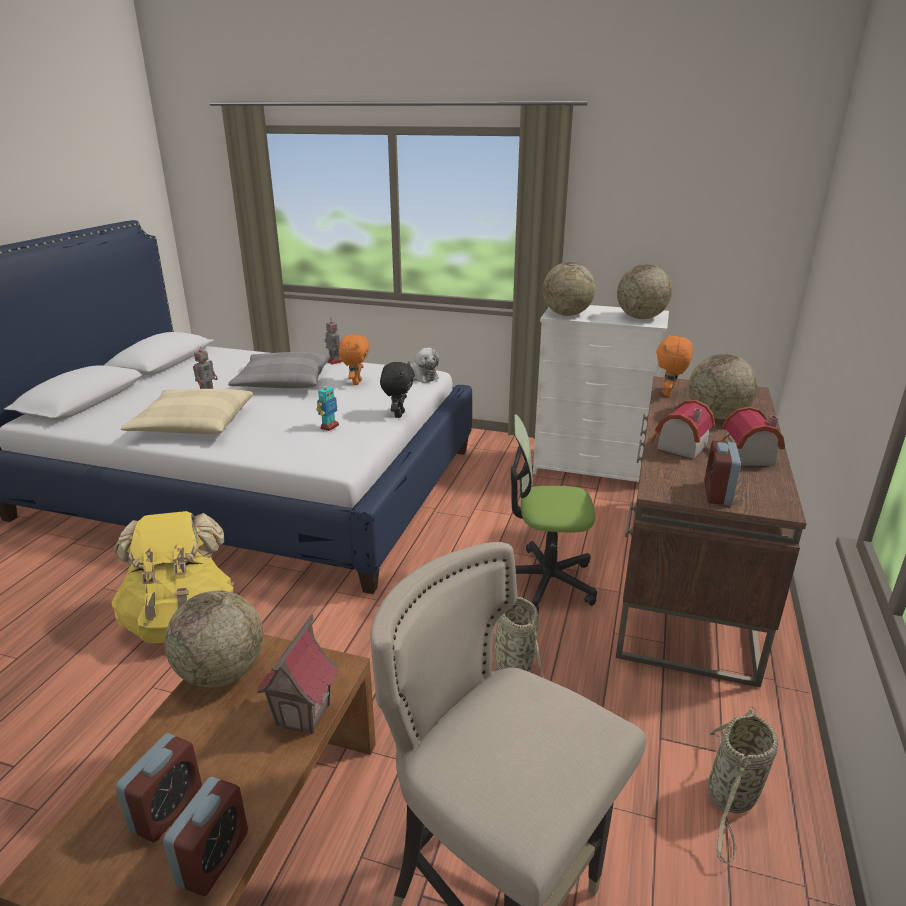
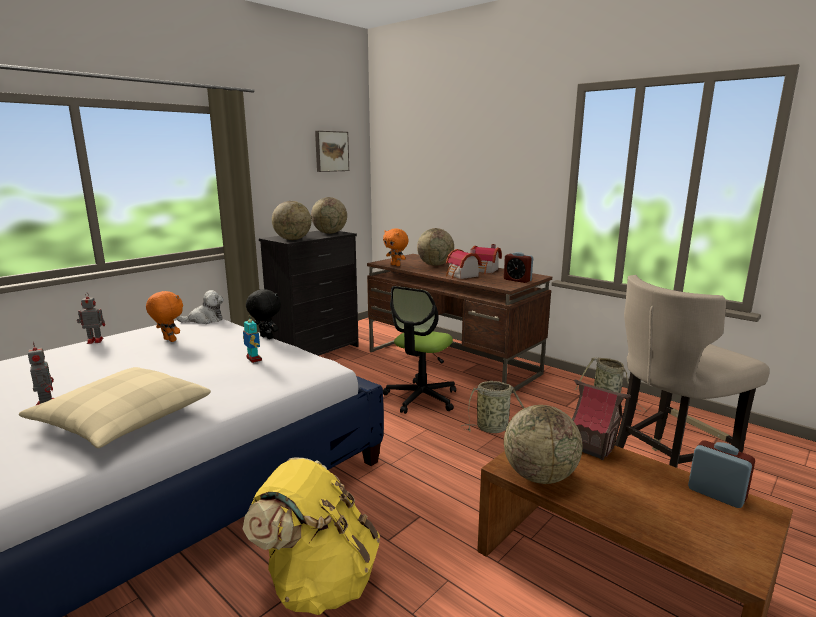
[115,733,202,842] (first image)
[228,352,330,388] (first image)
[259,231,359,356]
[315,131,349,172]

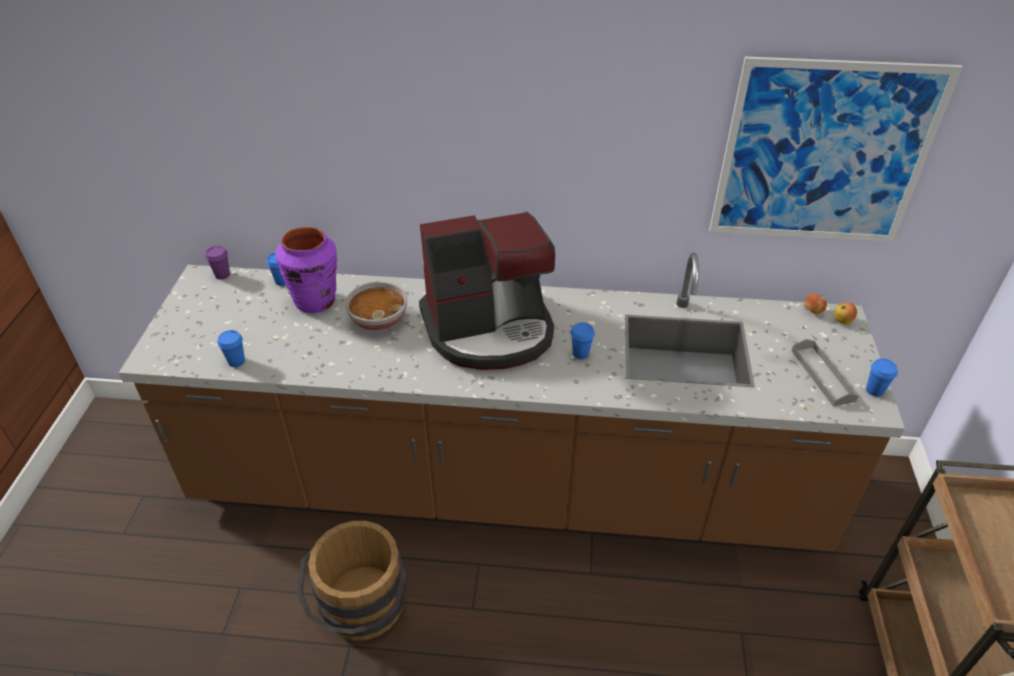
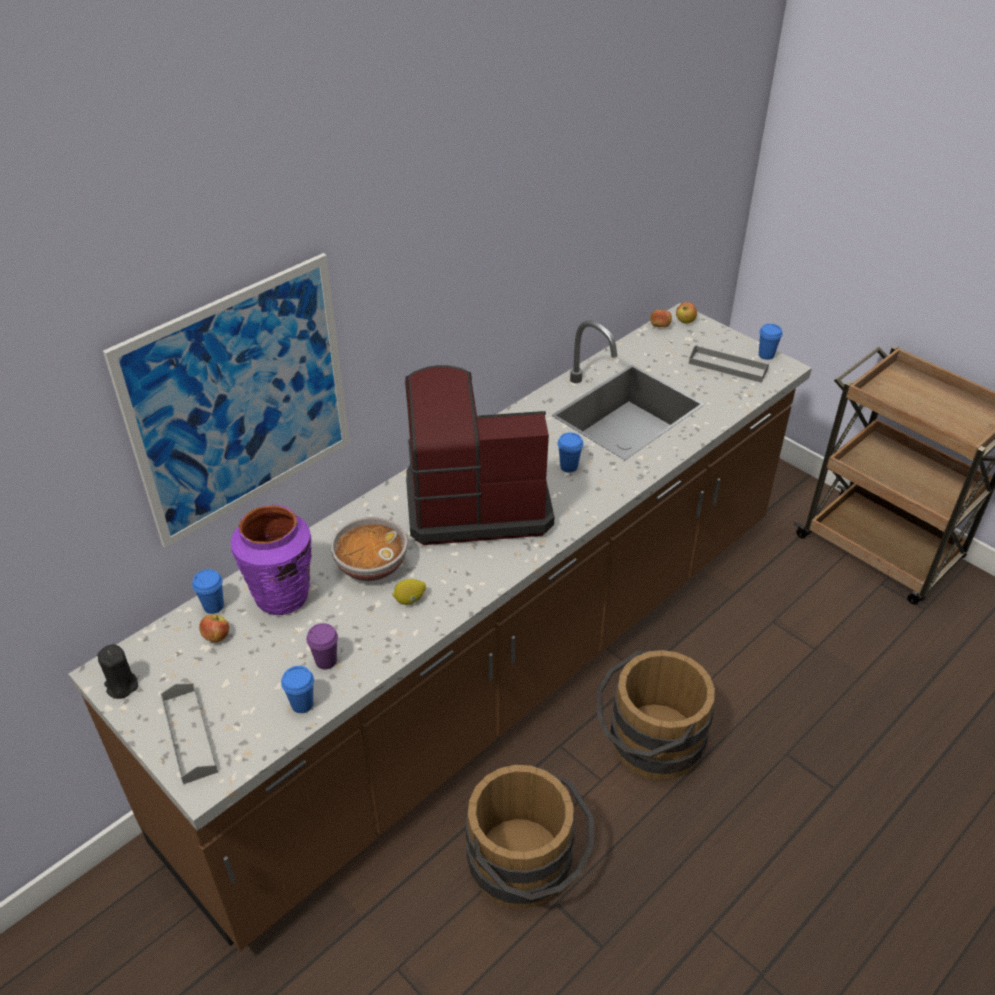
[306,623,338,670]
[405,365,555,545]
[103,253,350,548]
[97,644,138,699]
[161,683,218,784]
[199,614,229,642]
[392,579,426,605]
[597,650,715,781]

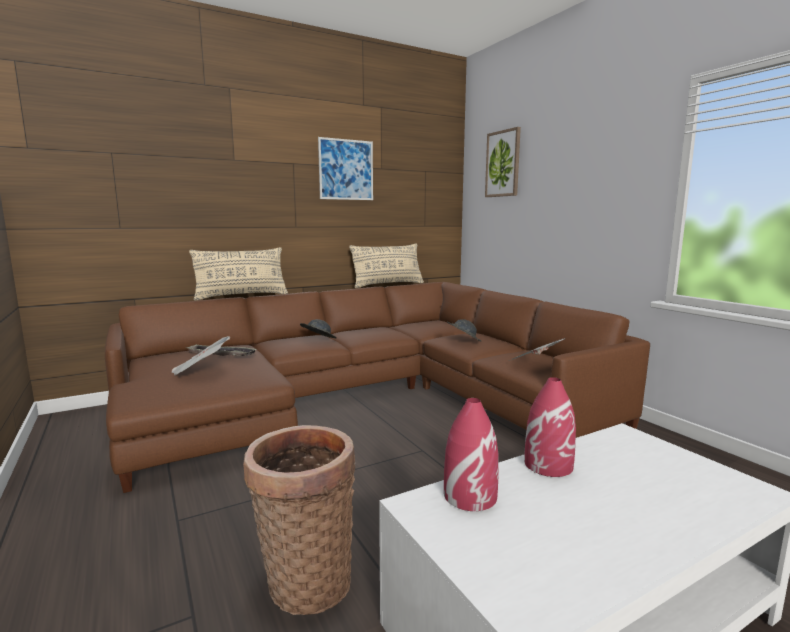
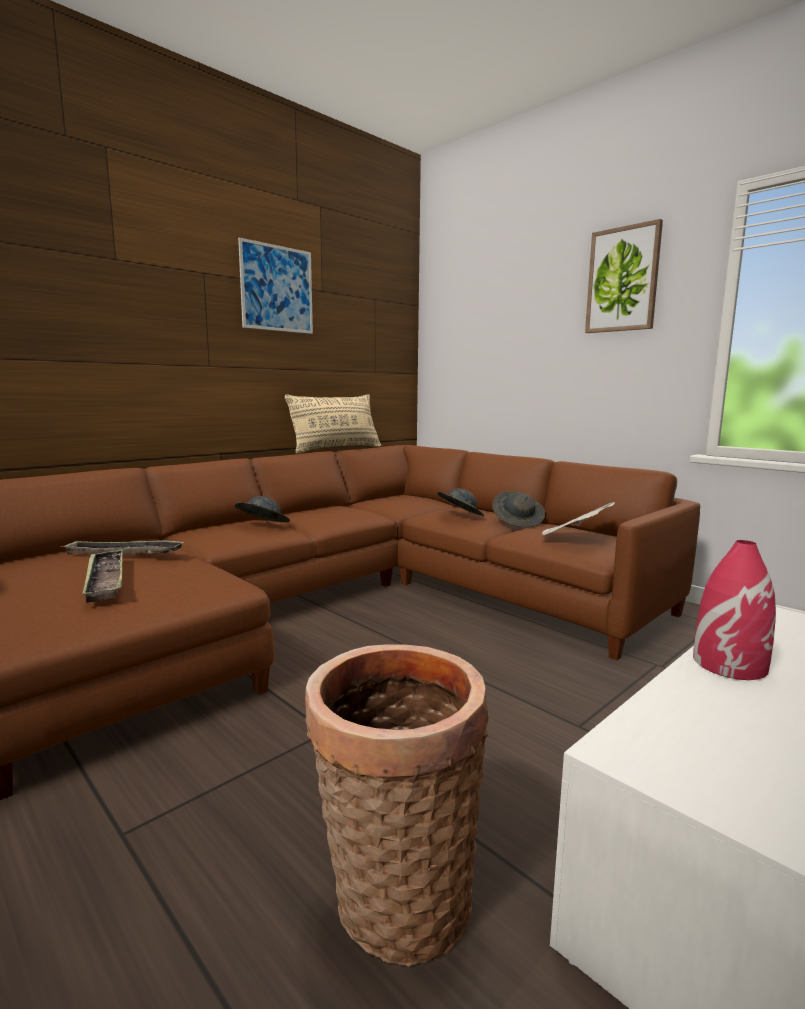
[82,549,123,603]
[189,247,288,300] (first image)
[444,398,499,511] (first image)
[585,219,663,333]
[492,491,545,527]

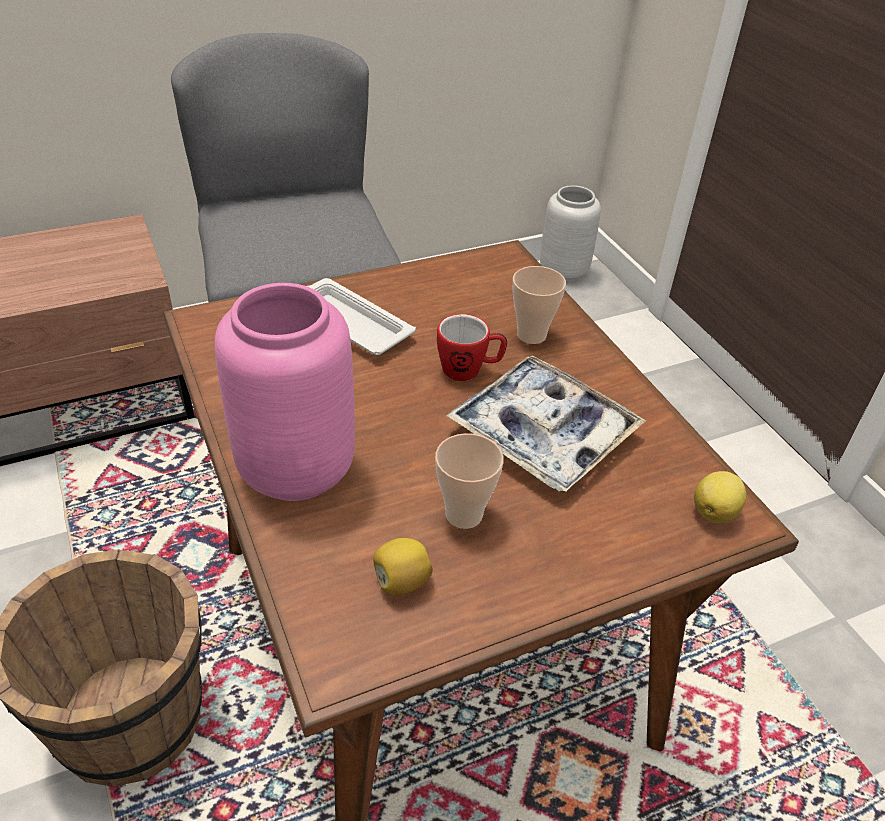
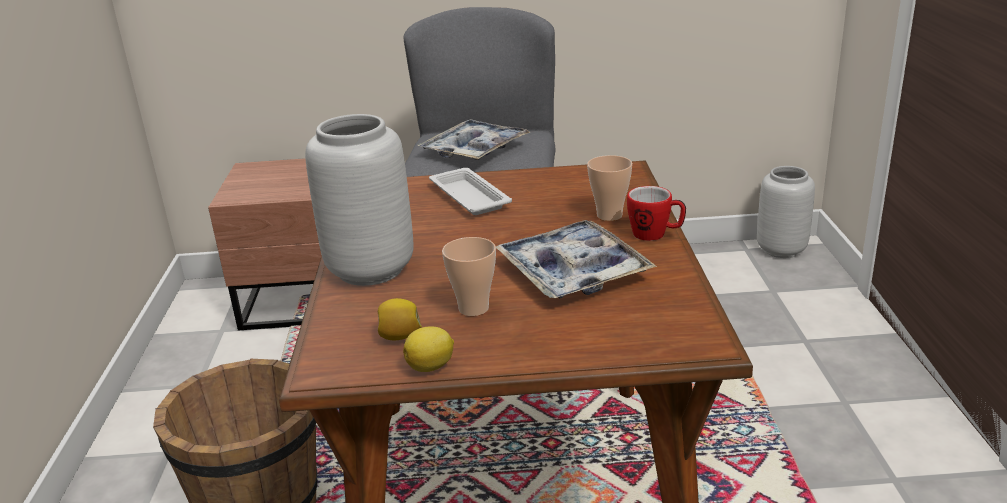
[305,114,414,286]
[627,186,686,241]
[403,327,454,372]
[418,119,530,160]

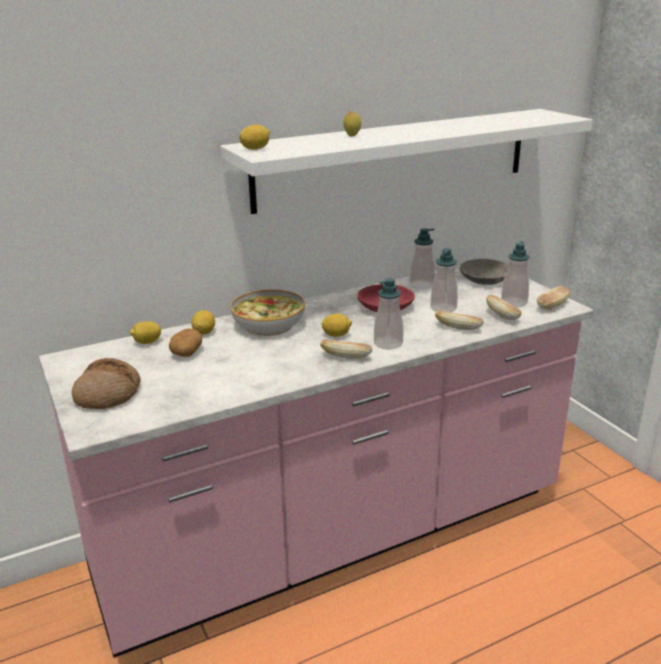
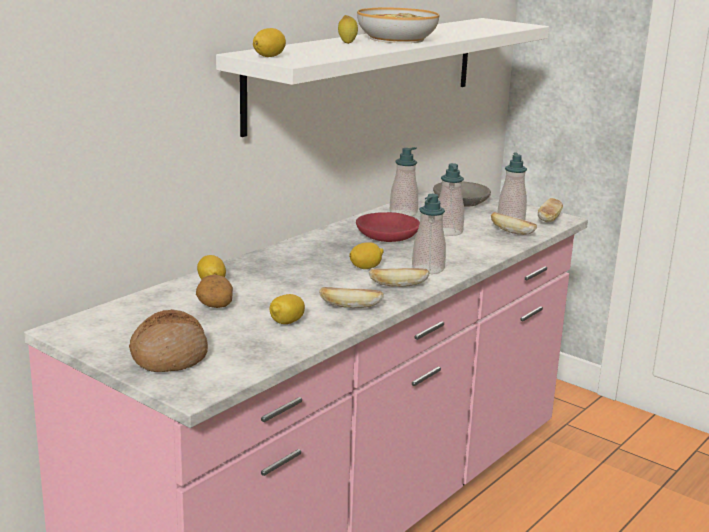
[270,294,305,324]
[357,8,439,43]
[319,287,383,308]

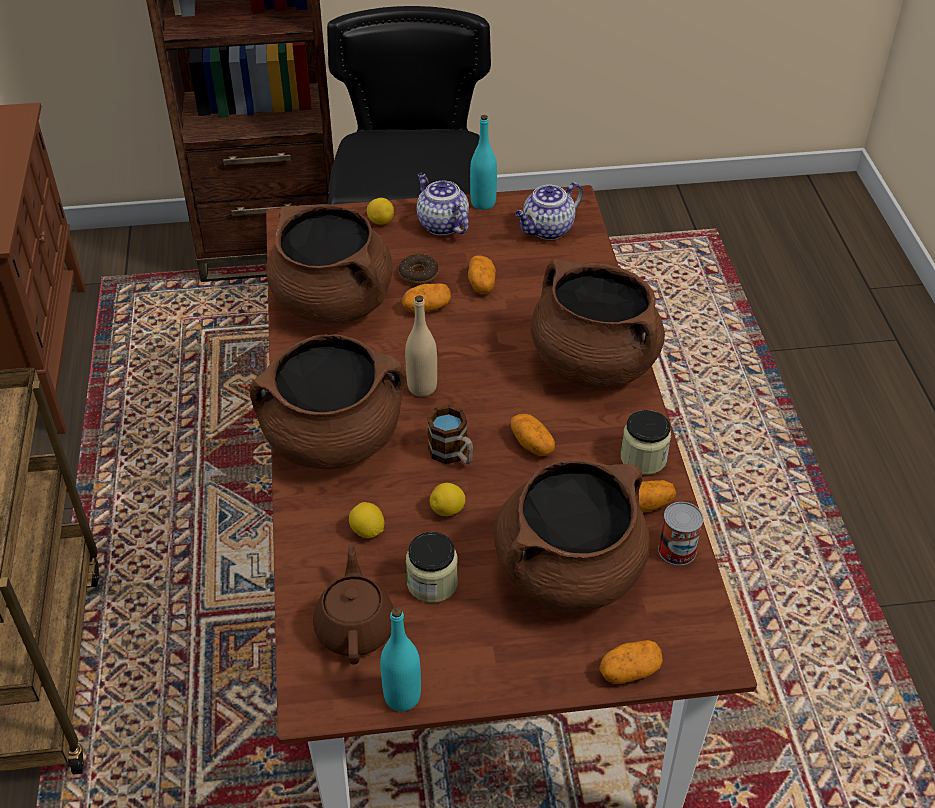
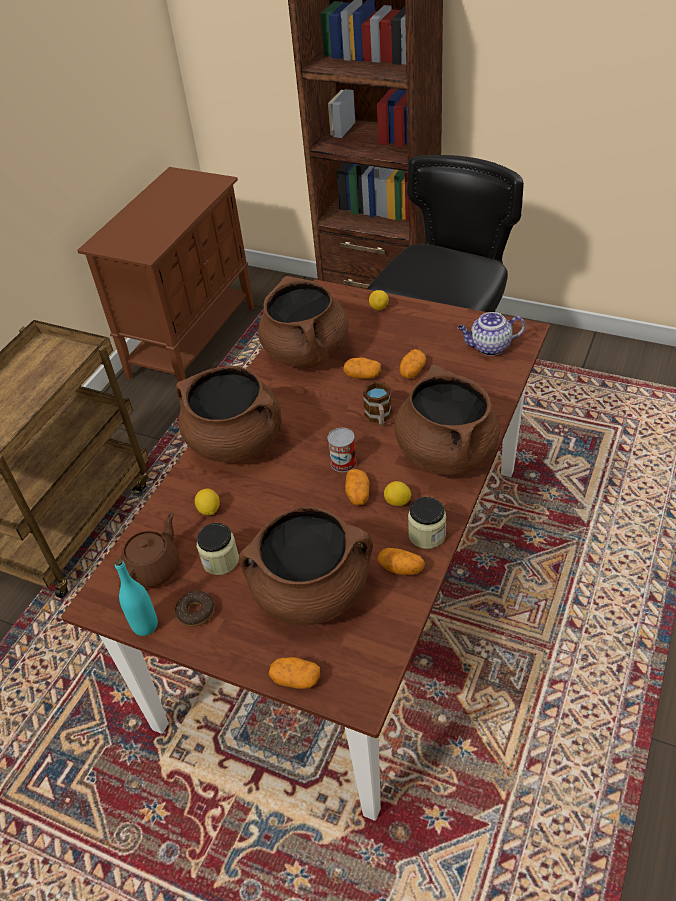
[175,591,214,627]
[405,295,437,397] (first image)
[416,173,469,235] (first image)
[363,381,392,426]
[384,481,411,506]
[470,115,497,210] (first image)
[328,428,357,472]

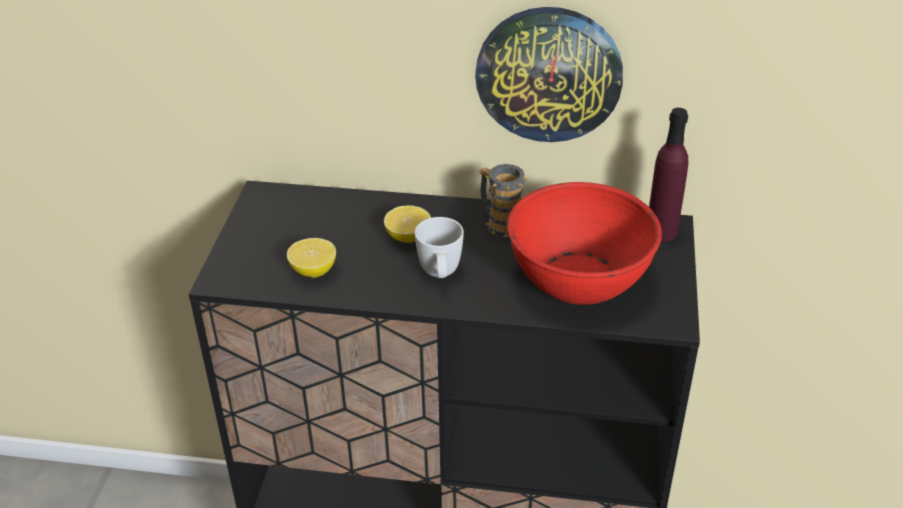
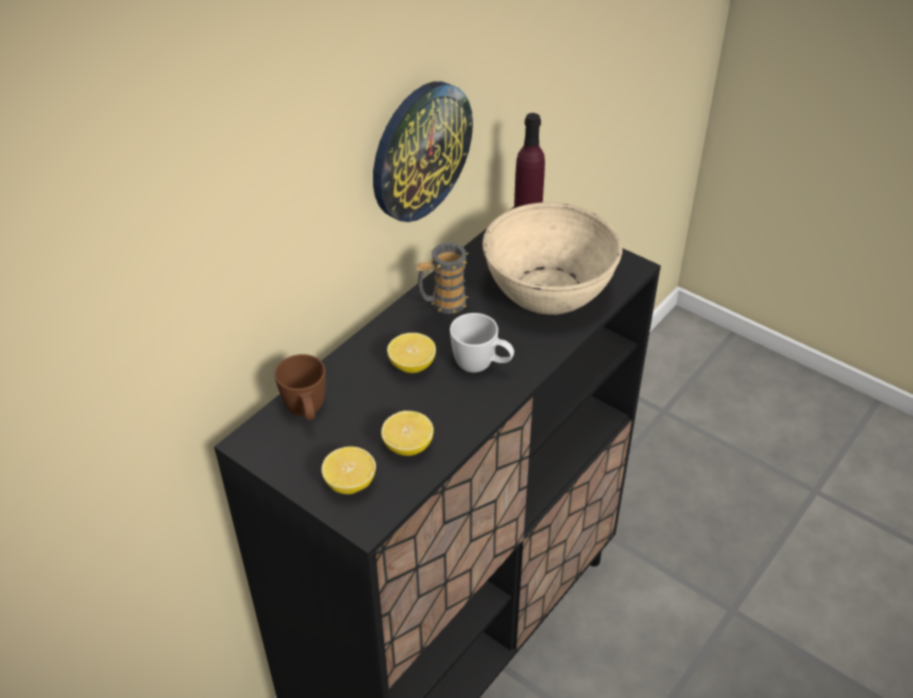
[483,202,623,315]
[275,354,326,420]
[321,446,376,494]

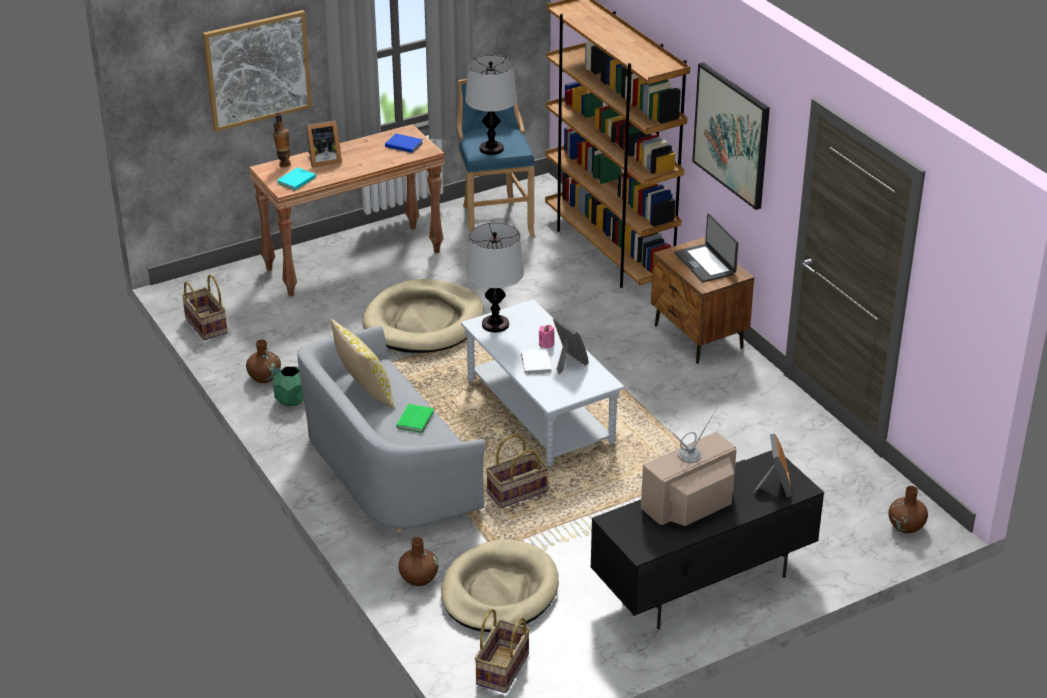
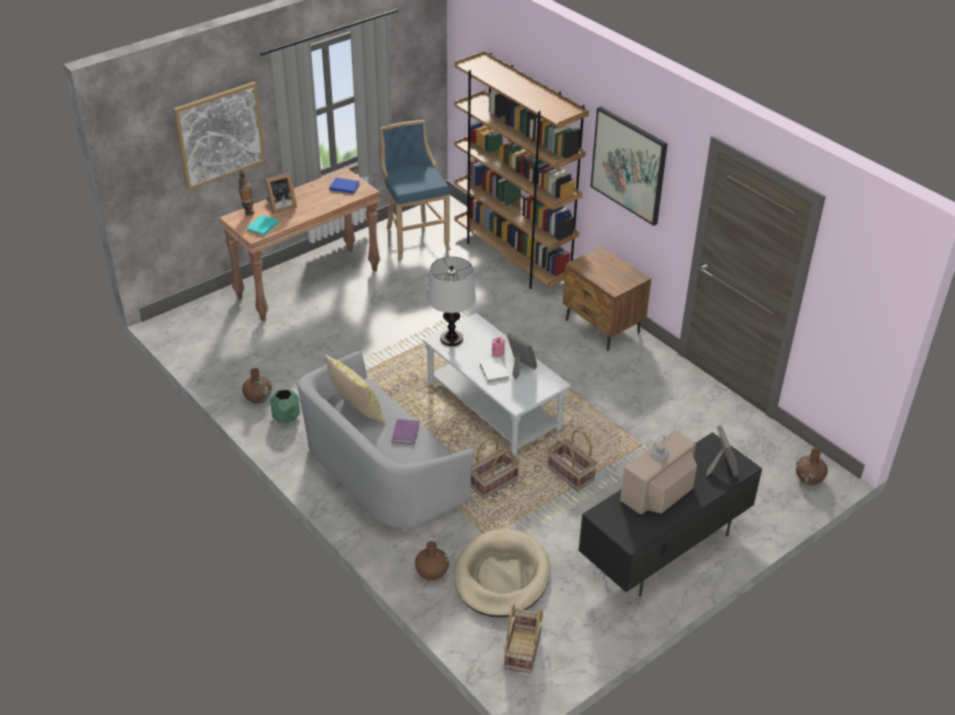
[547,430,597,491]
[362,279,484,353] (first image)
[392,419,419,444]
[465,55,517,155] (first image)
[674,214,738,282] (first image)

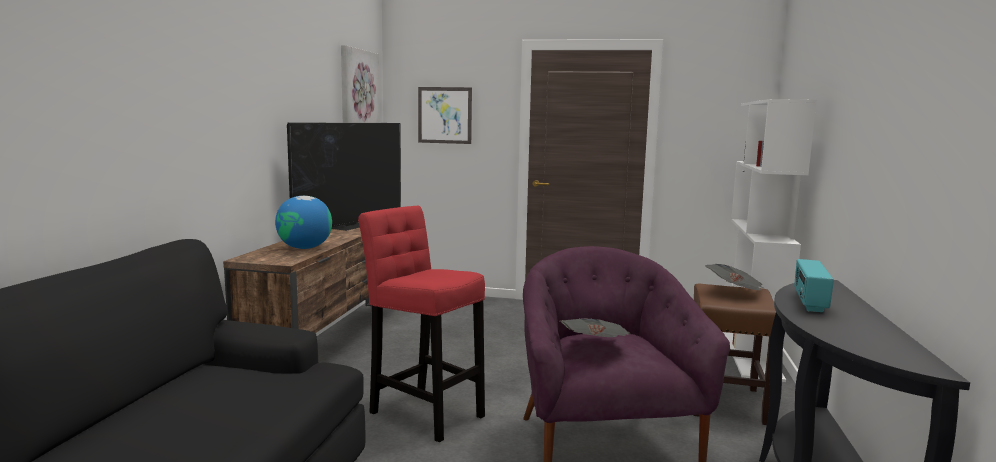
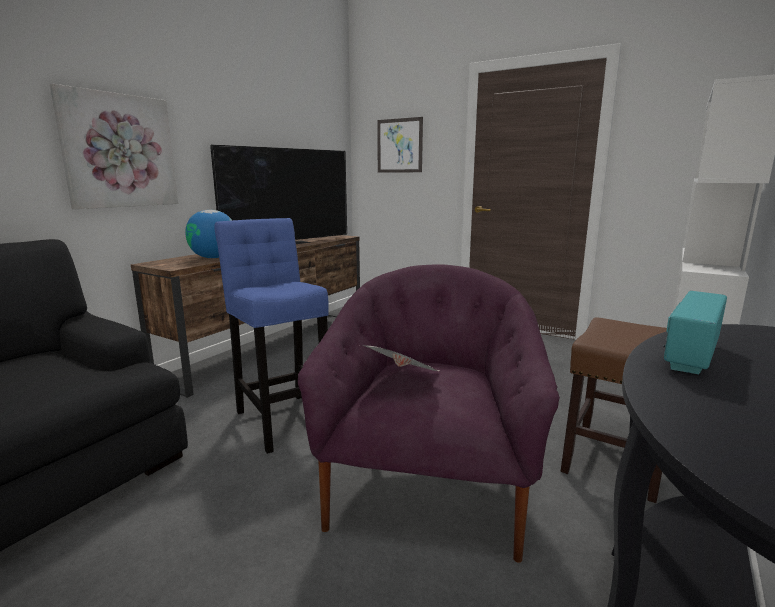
[50,84,178,209]
[214,218,329,454]
[705,264,763,290] (first image)

